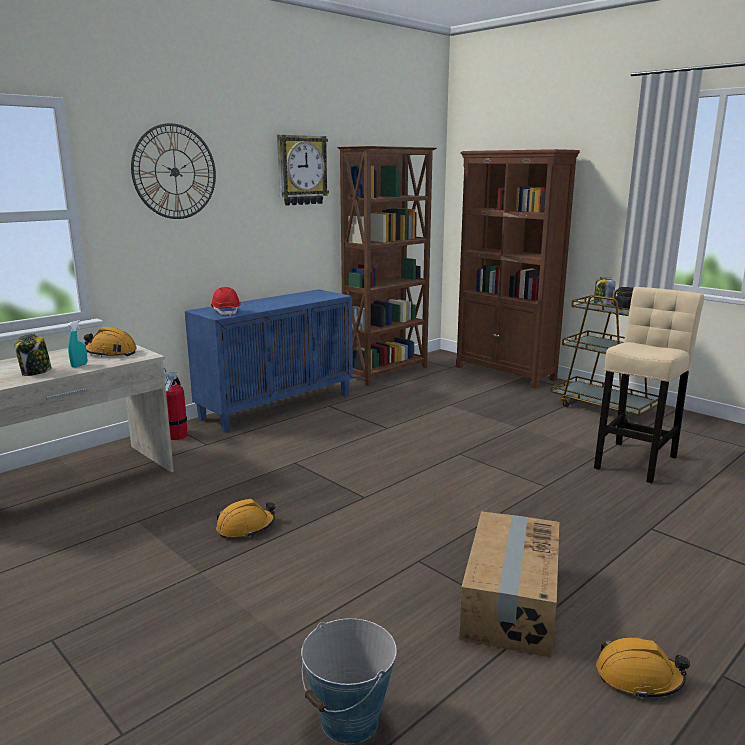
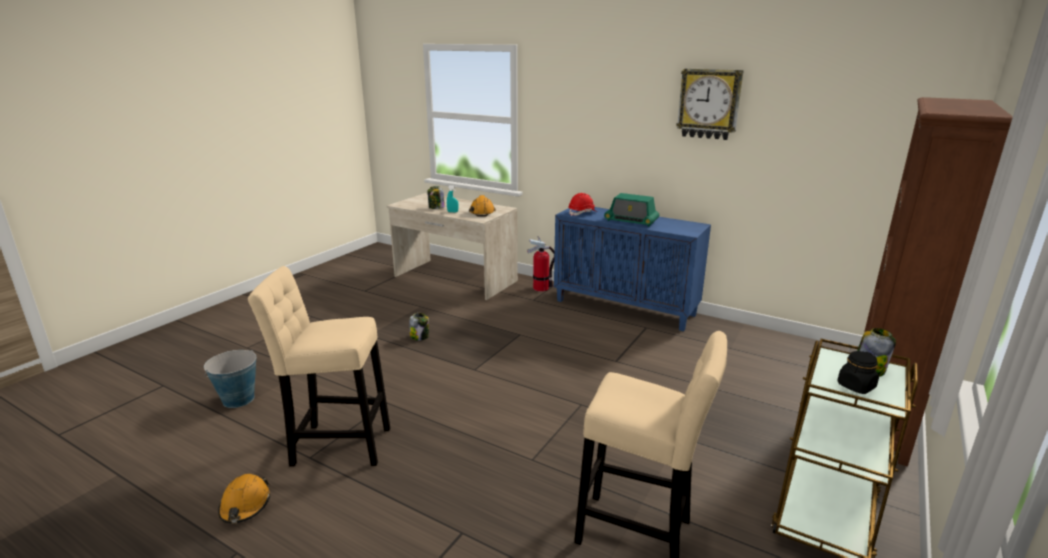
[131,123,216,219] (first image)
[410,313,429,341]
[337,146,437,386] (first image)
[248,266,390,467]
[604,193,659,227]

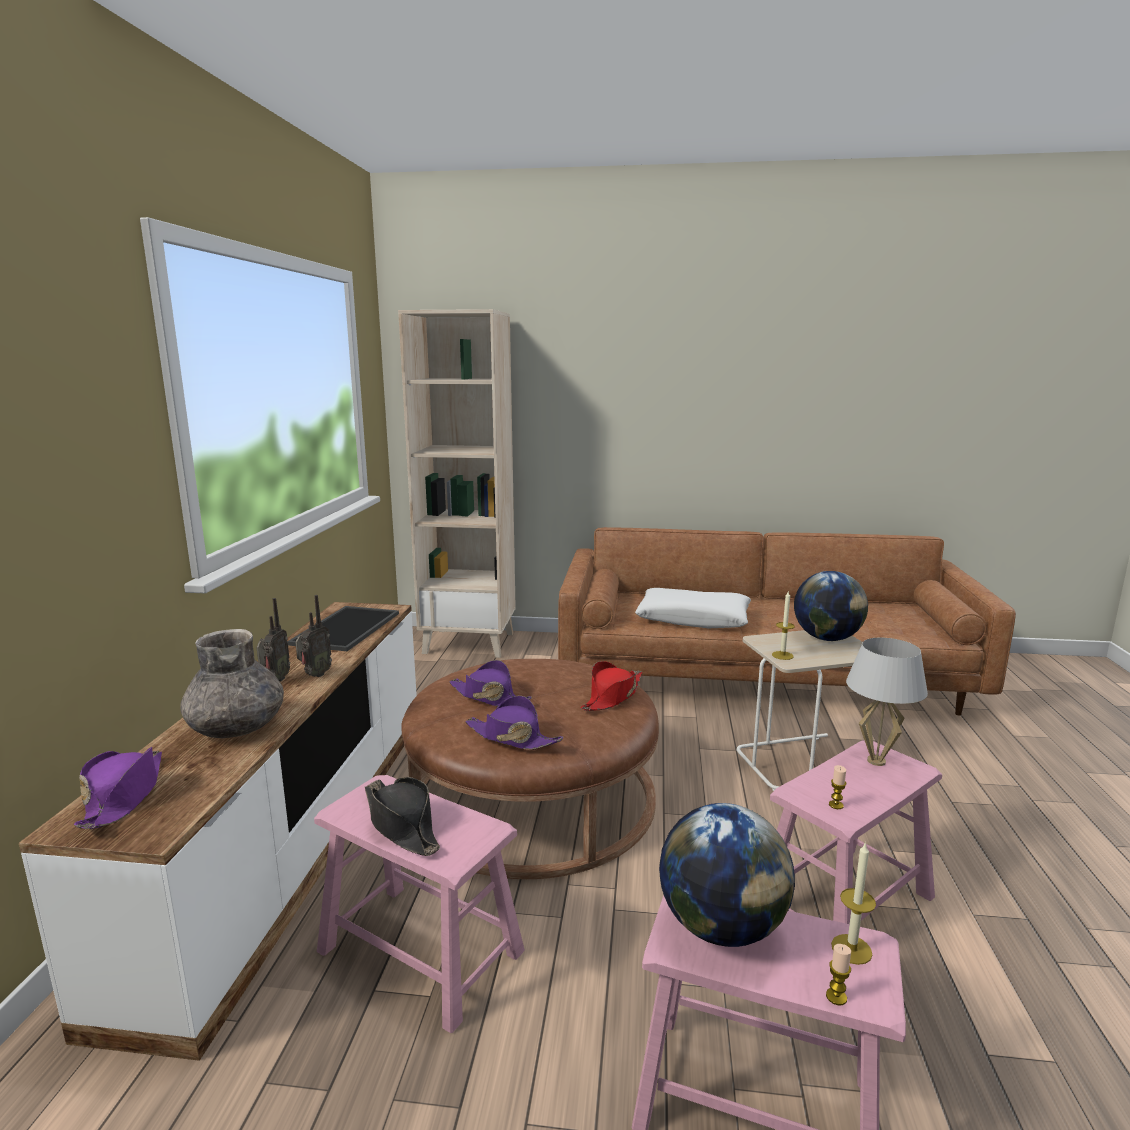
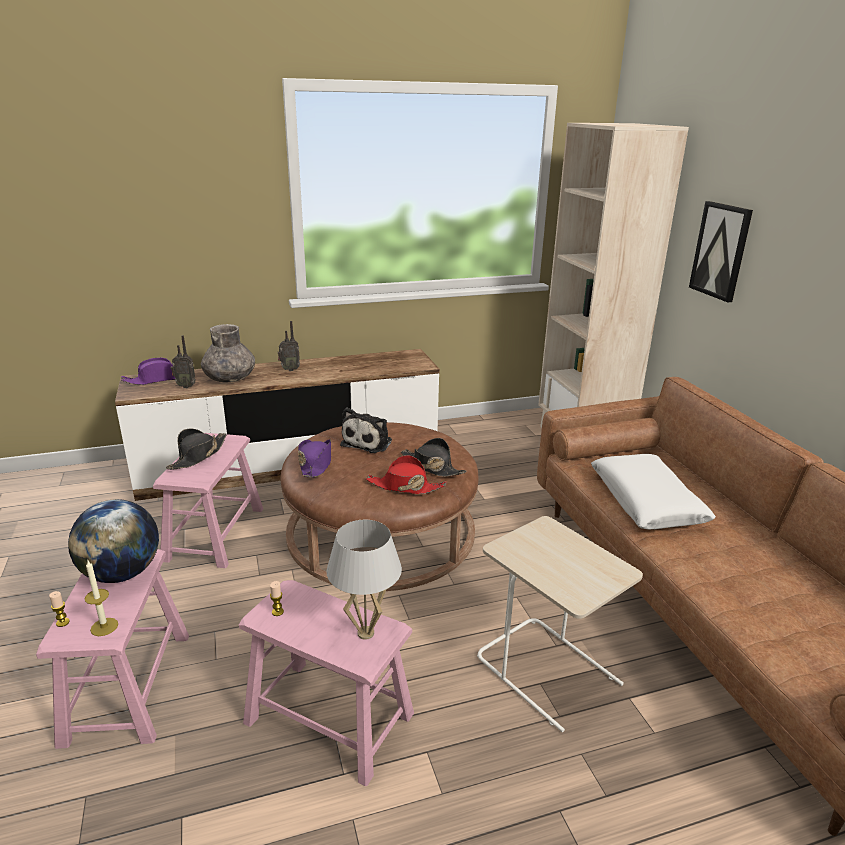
[287,606,399,651] (first image)
[171,335,196,388]
[340,408,392,453]
[772,590,795,660] (first image)
[794,571,868,641] (first image)
[401,438,466,477]
[689,201,753,302]

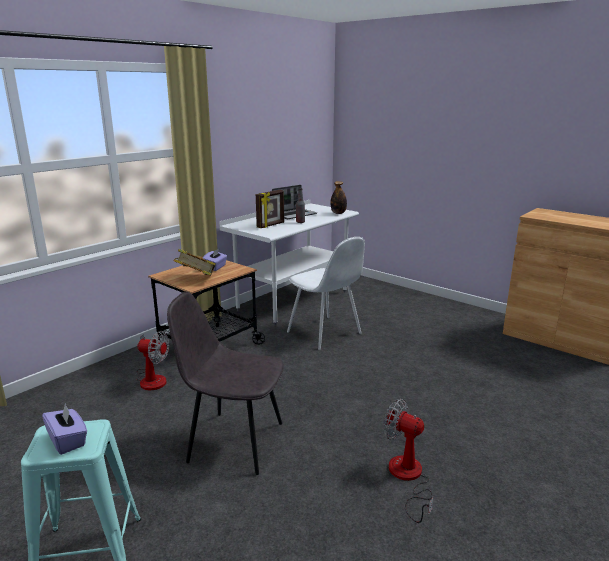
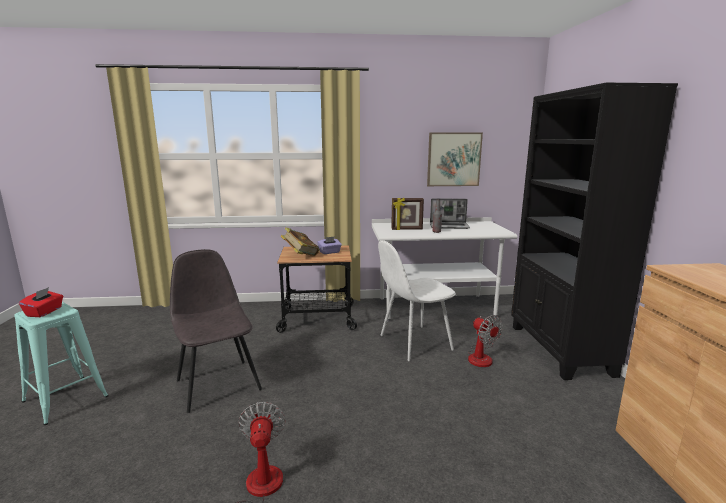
[19,287,63,317]
[468,315,503,367]
[378,240,456,361]
[330,181,347,214] (first image)
[427,132,483,186]
[511,83,678,380]

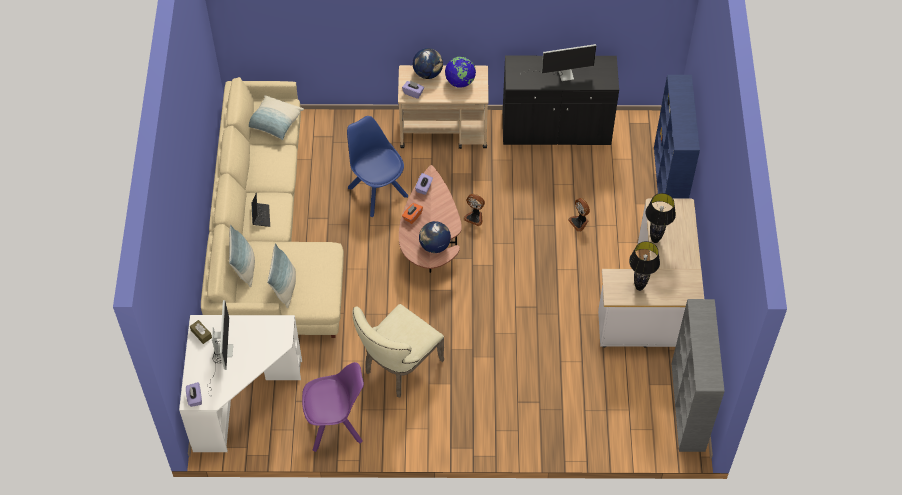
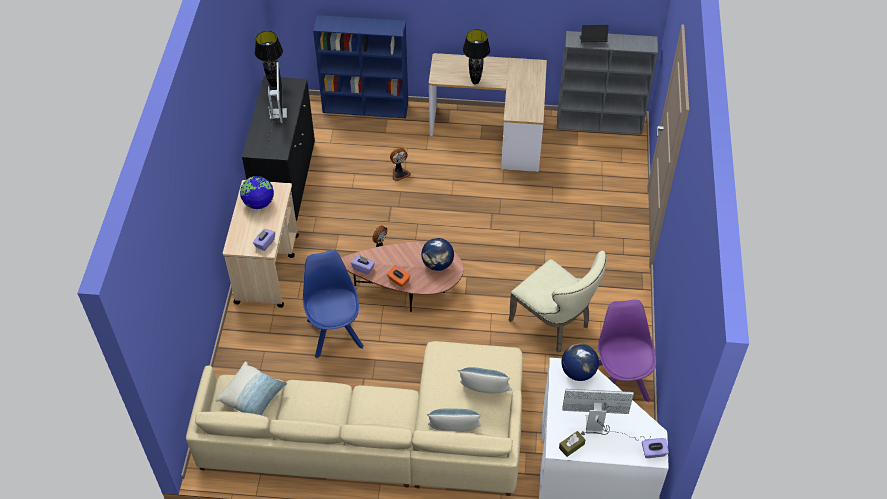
[579,25,608,42]
[303,250,364,359]
[561,344,599,381]
[255,31,283,87]

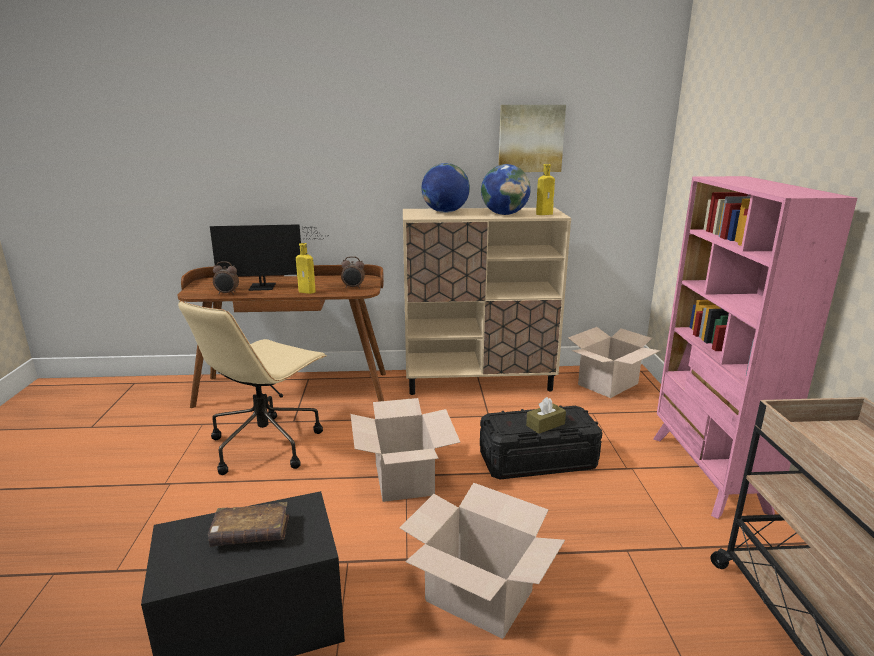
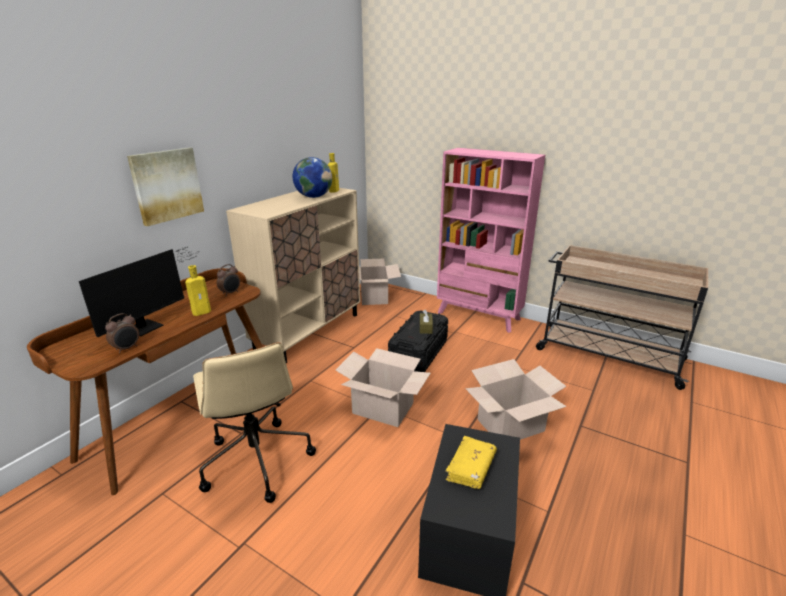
[446,436,497,489]
[421,163,470,213] (first image)
[127,147,204,226]

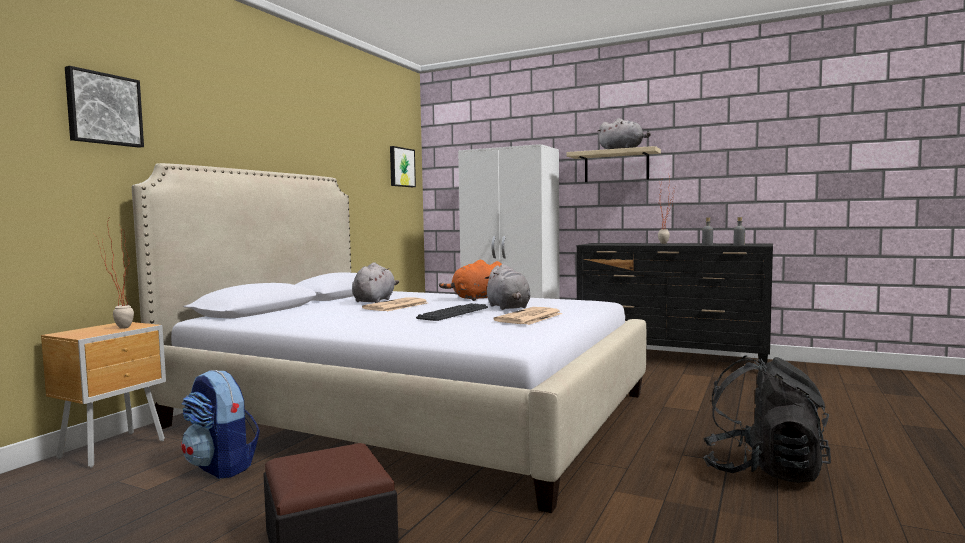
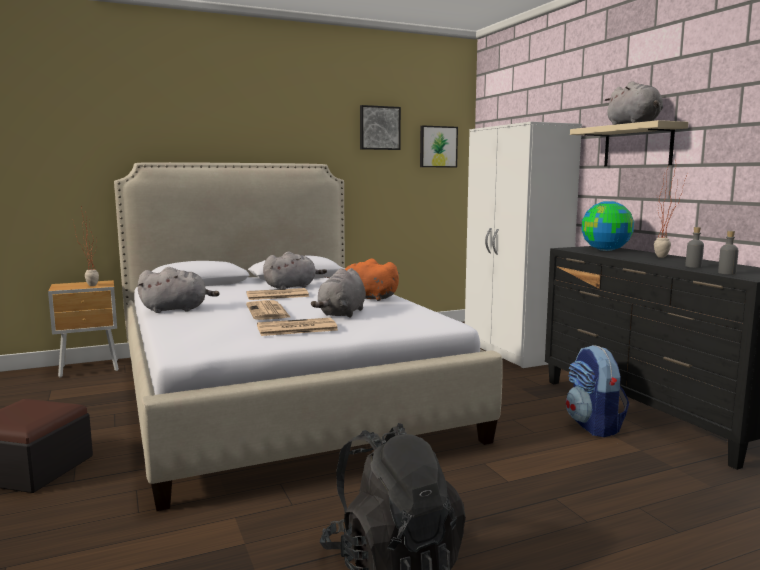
[360,105,401,150]
[566,345,629,437]
[246,300,291,320]
[138,267,220,313]
[581,201,634,251]

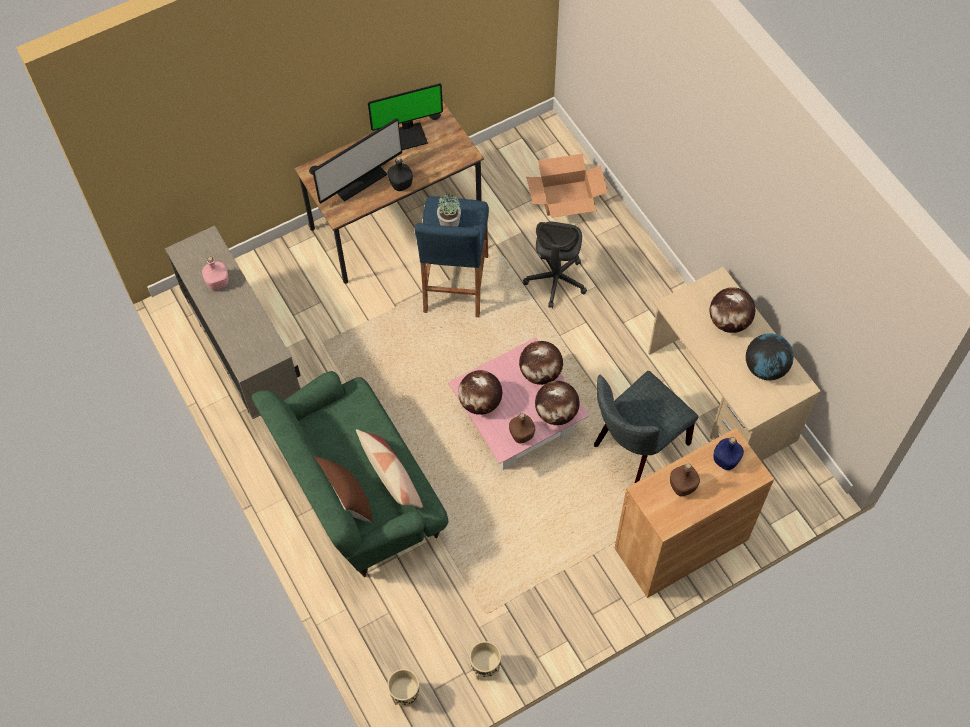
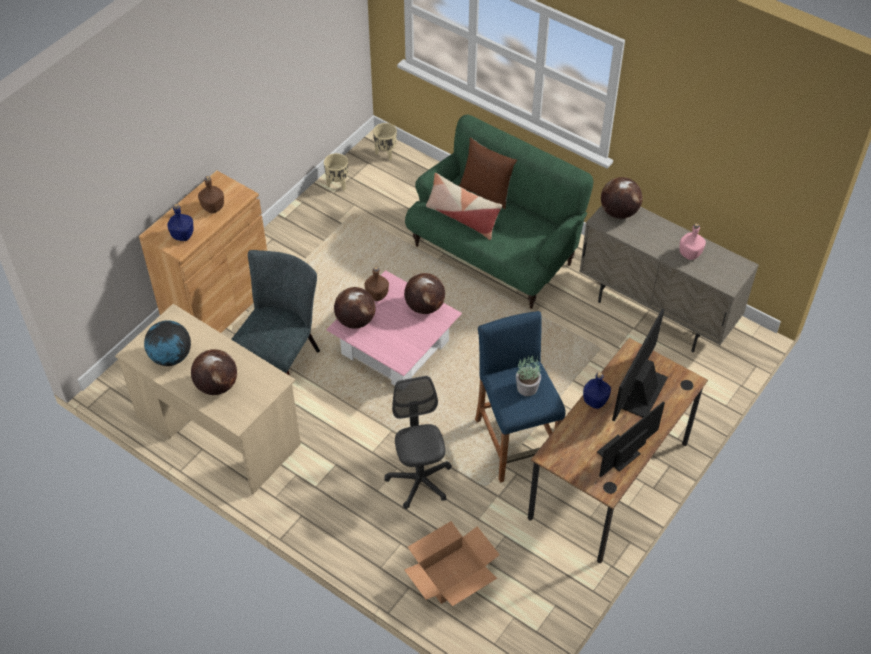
[583,372,611,409]
[601,177,643,219]

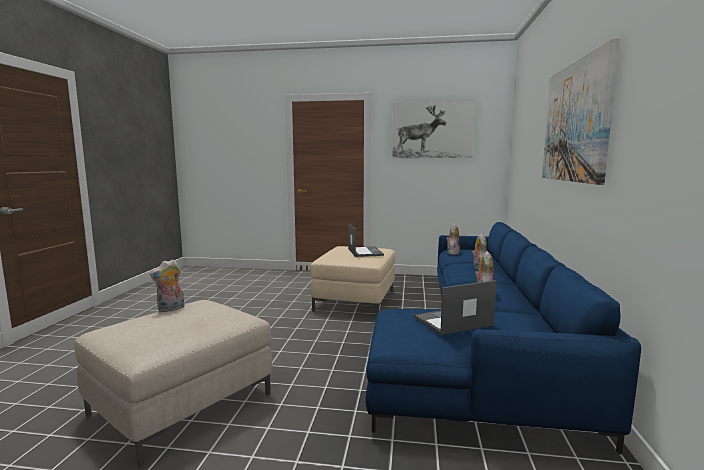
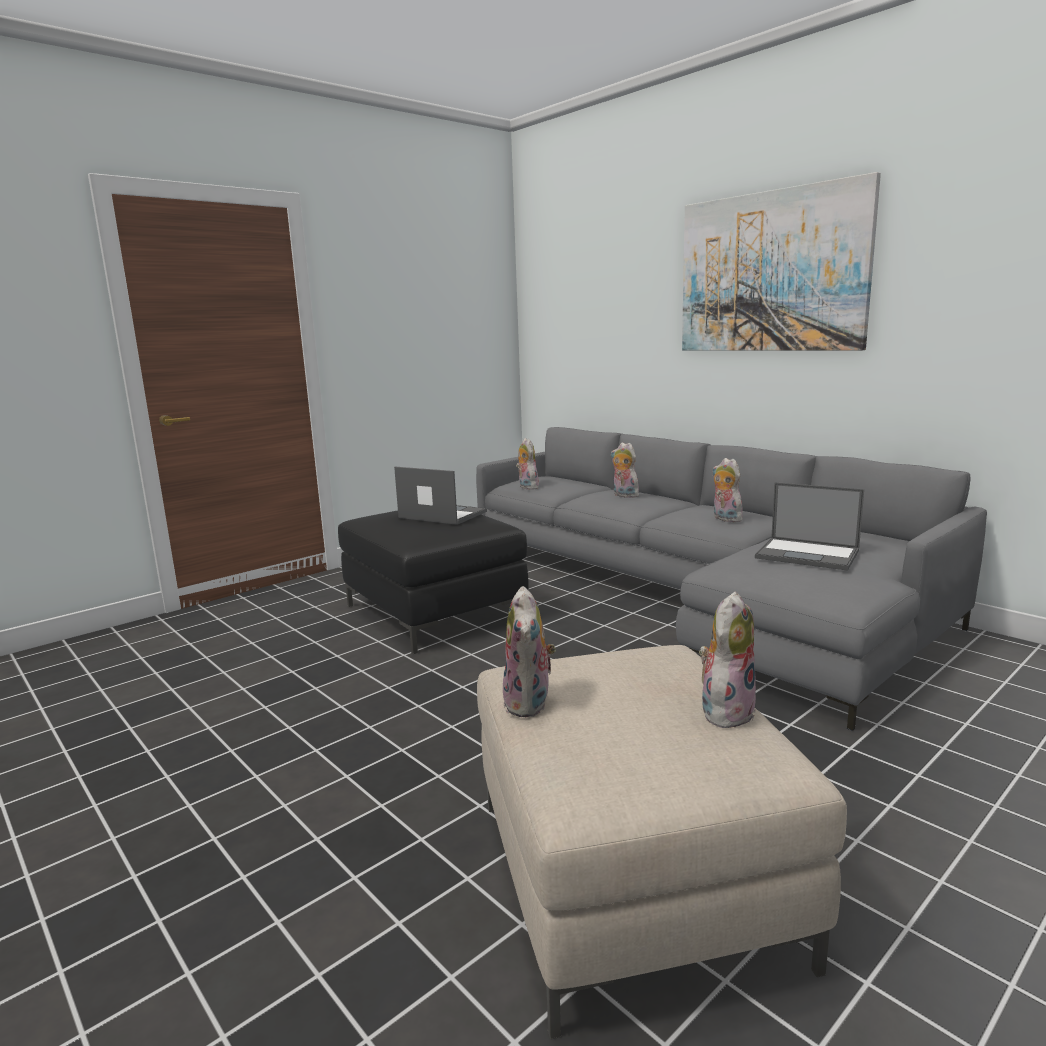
[338,511,529,654]
[476,427,987,731]
[392,101,476,158] (first image)
[755,482,864,571]
[699,592,756,729]

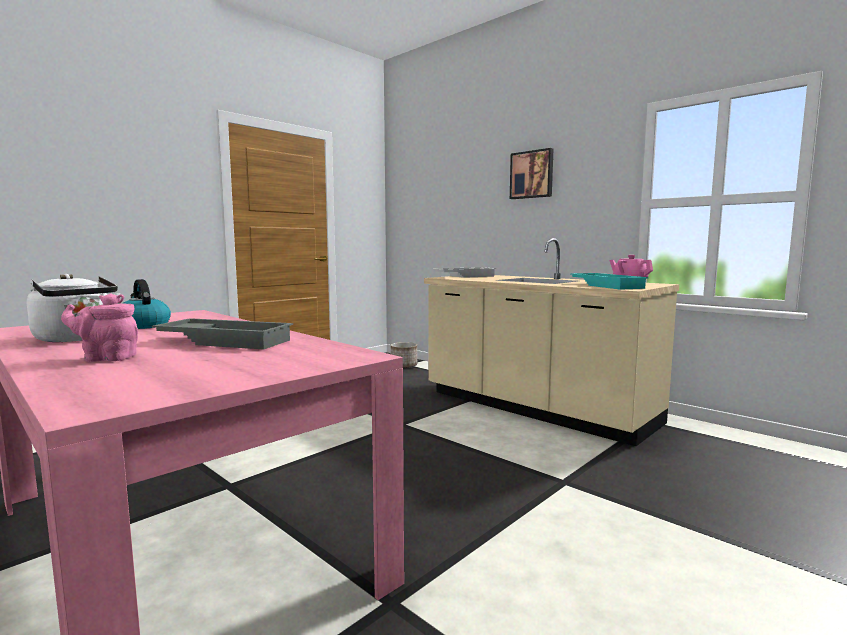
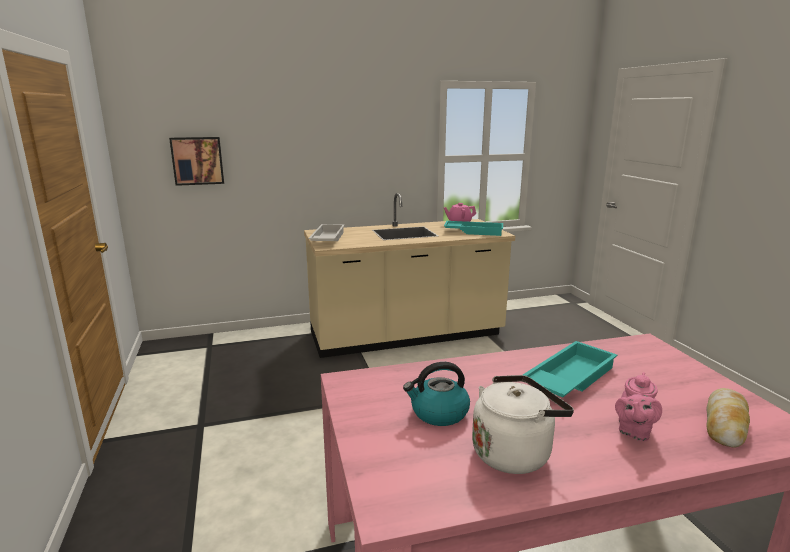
[523,341,618,398]
[390,342,417,368] (first image)
[169,137,224,186]
[706,388,750,448]

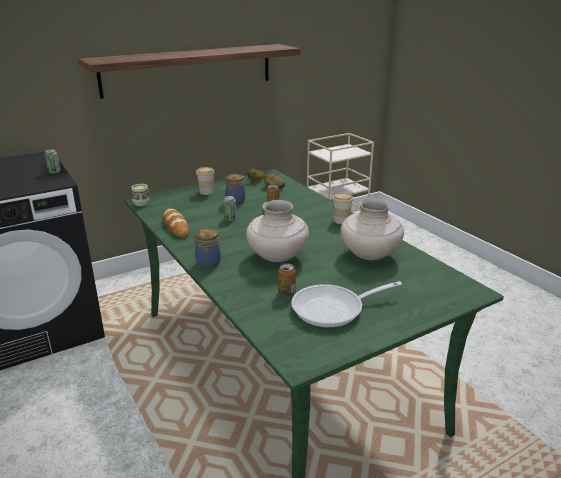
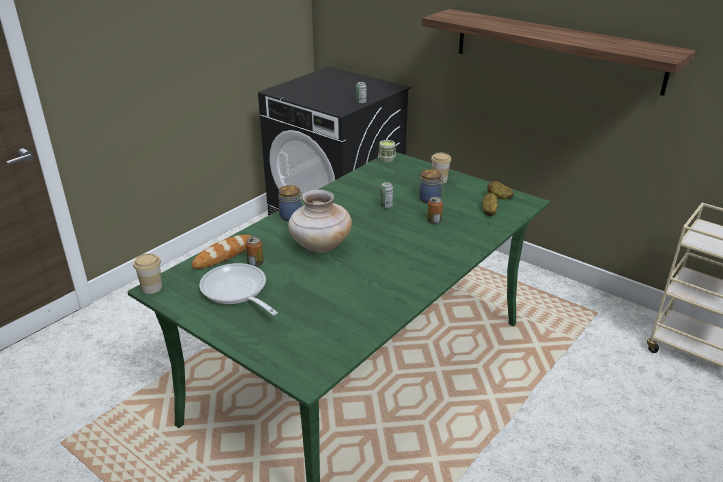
[191,235,252,269]
[133,253,162,294]
[341,198,404,260] (first image)

